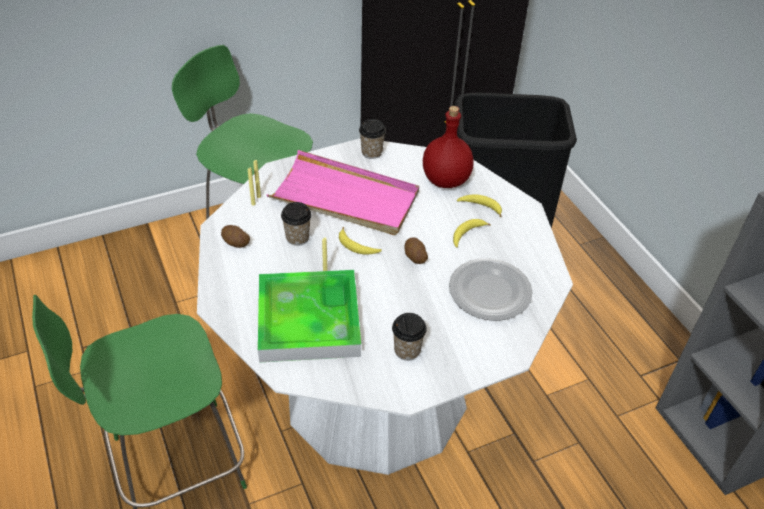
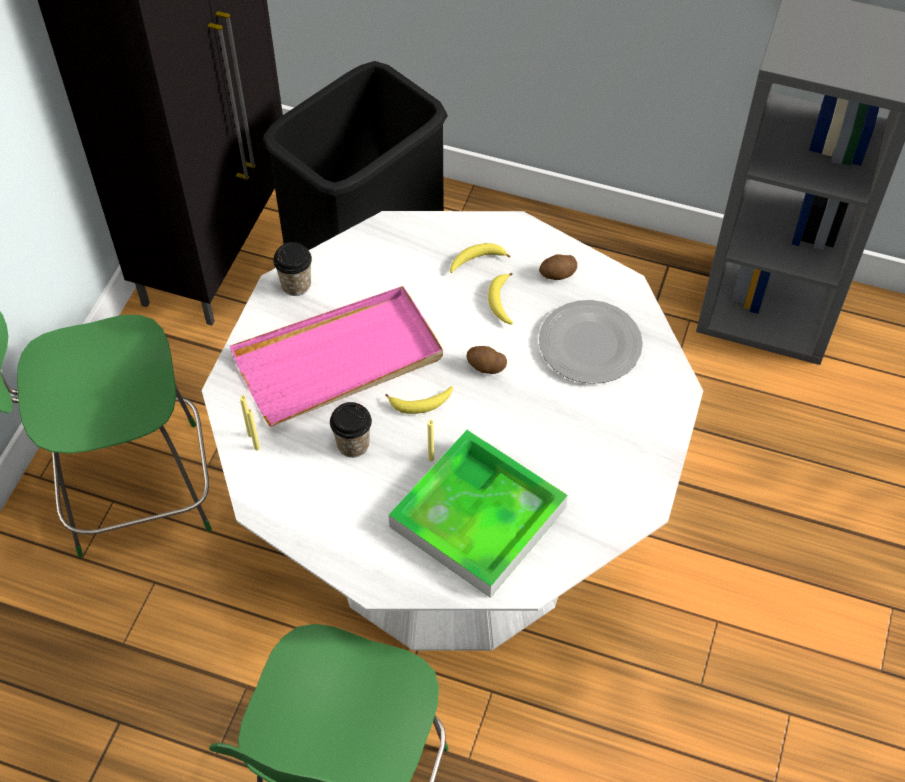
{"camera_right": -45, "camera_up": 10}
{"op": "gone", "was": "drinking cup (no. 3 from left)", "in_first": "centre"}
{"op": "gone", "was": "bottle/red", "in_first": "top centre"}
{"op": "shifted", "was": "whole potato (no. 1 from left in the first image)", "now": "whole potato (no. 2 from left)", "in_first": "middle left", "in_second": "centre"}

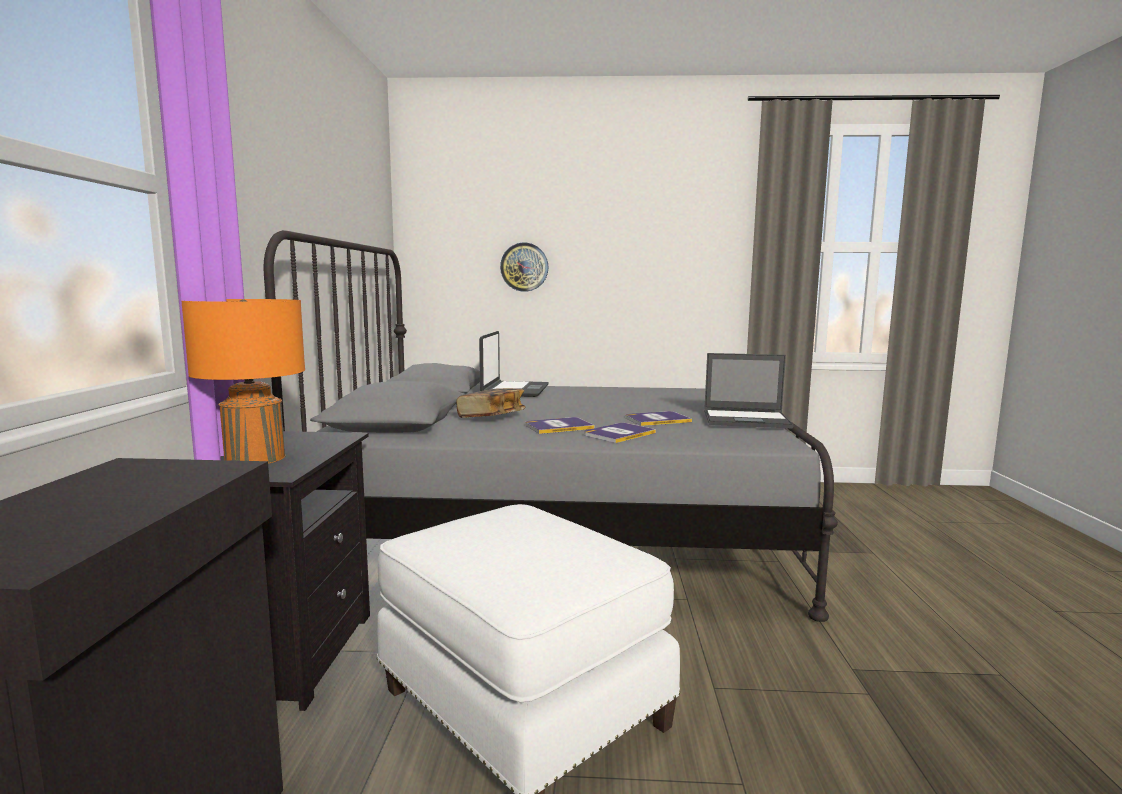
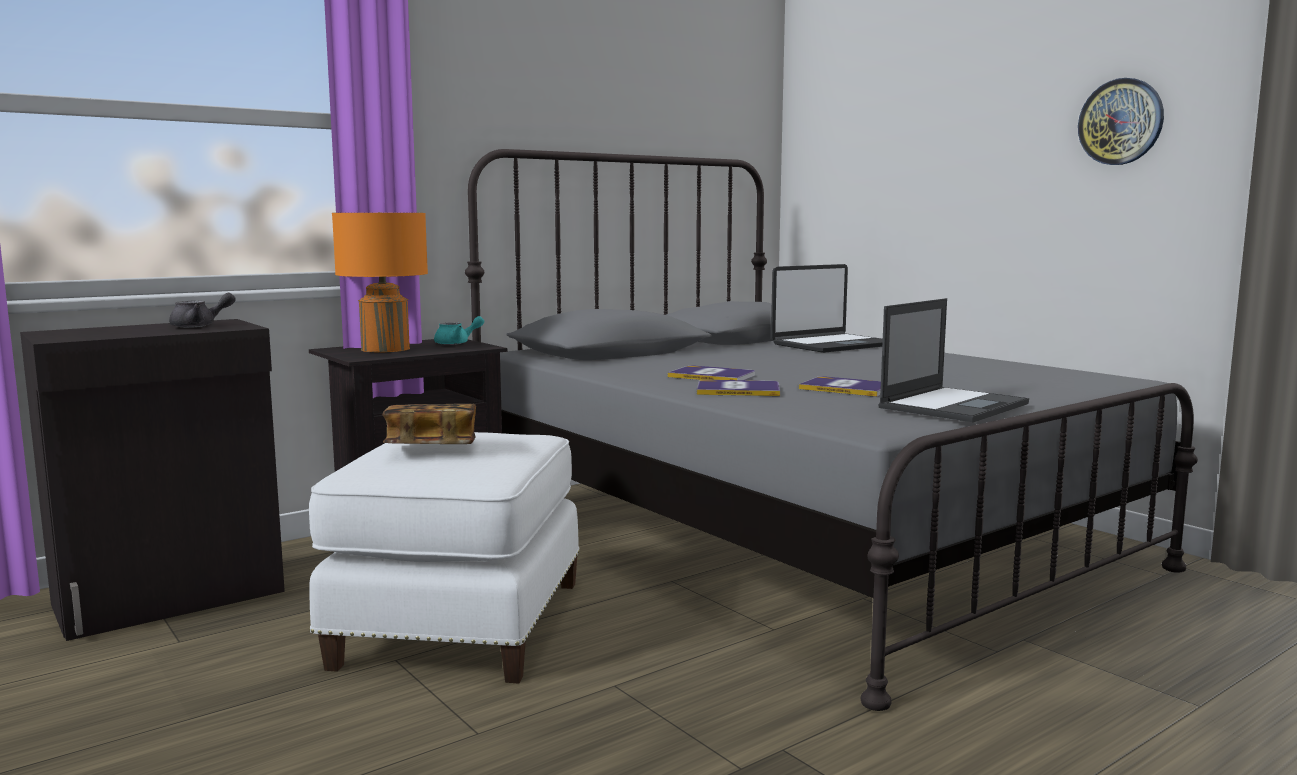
{"camera_right": 50, "camera_up": 0}
{"op": "new", "now": "teapot/grey", "in_second": "middle left"}
{"op": "new", "now": "teapot/turquoise-coloured", "in_second": "centre"}
{"op": "shifted", "was": "volume (no. 1 from left)", "in_first": "centre", "in_second": "middle left"}
{"op": "shifted", "was": "wall clock", "in_first": "centre", "in_second": "top right"}
{"op": "rotated", "was": "portable computer (no. 2 from left)", "in_first": "middle right", "in_second": "middle right", "clockwise": -105}

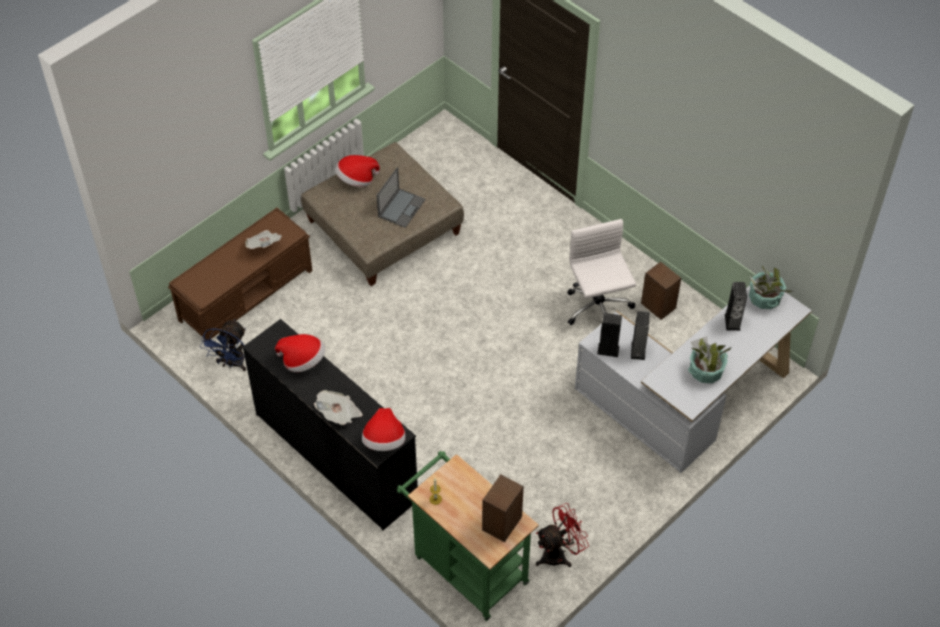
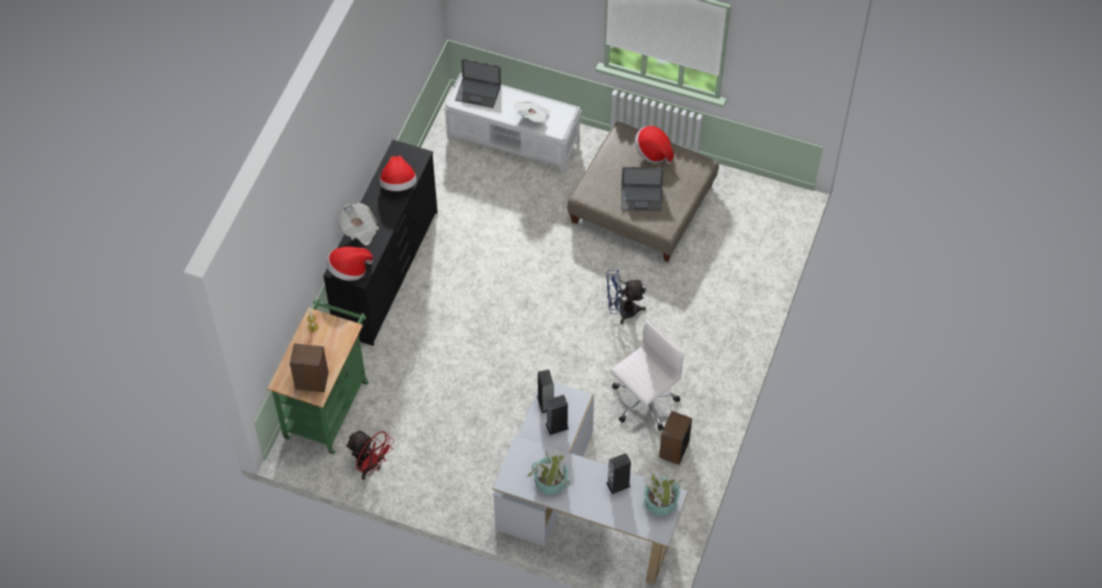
{"camera_right": 65, "camera_up": 5}
{"op": "new", "now": "portable computer (no. 1 from left)", "in_second": "top centre"}
{"op": "shifted", "was": "cooling fan/blue-coloured", "in_first": "middle left", "in_second": "centre"}
{"op": "repainted", "was": "bench/brown-coloured", "now": "bench/white", "in_first": "middle left", "in_second": "top centre"}

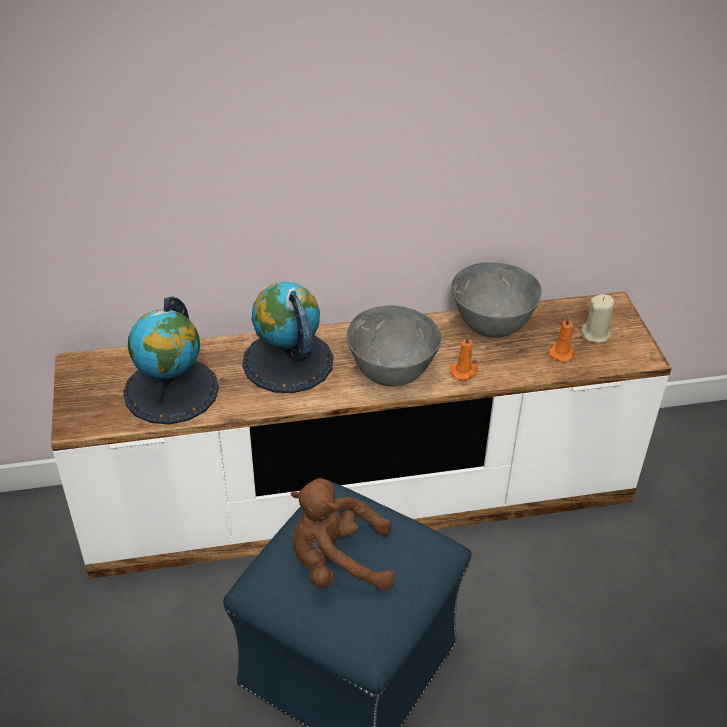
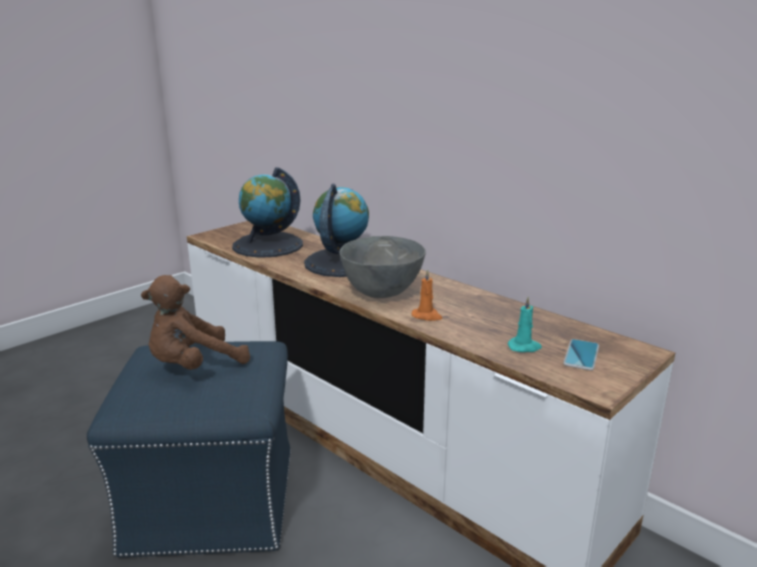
{"camera_right": 55, "camera_up": -20}
{"op": "gone", "was": "bowl/grey (no. 2 from left)", "in_first": "middle right"}
{"op": "swapped", "was": "candle/beige", "now": "handset", "in_first": "middle right", "in_second": "middle right"}
{"op": "repainted", "was": "candle/orange-coloured (no. 2 from left)", "now": "candle/turquoise-coloured", "in_first": "middle right", "in_second": "middle right"}
{"op": "rotated", "was": "soft toy/brown-coloured", "in_first": "bottom centre", "in_second": "middle left", "clockwise": -90}

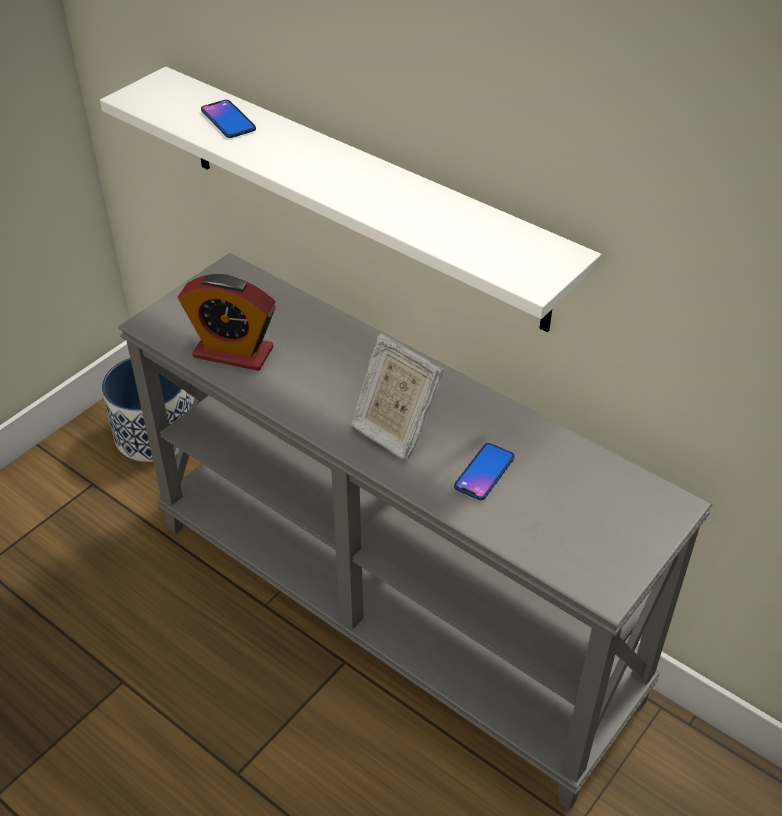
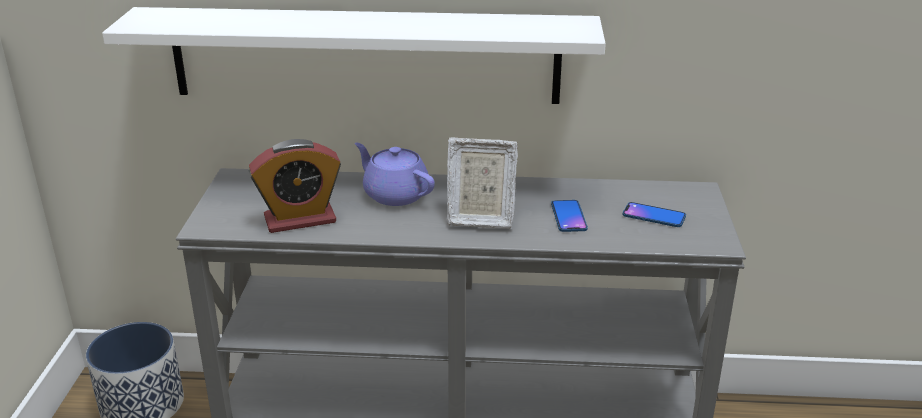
{"camera_right": -35, "camera_up": -15}
{"op": "new", "now": "teapot/purple", "in_second": "centre"}
{"op": "shifted", "was": "handset (no. 1 from left in the first image)", "now": "handset (no. 2 from left)", "in_first": "top left", "in_second": "middle right"}

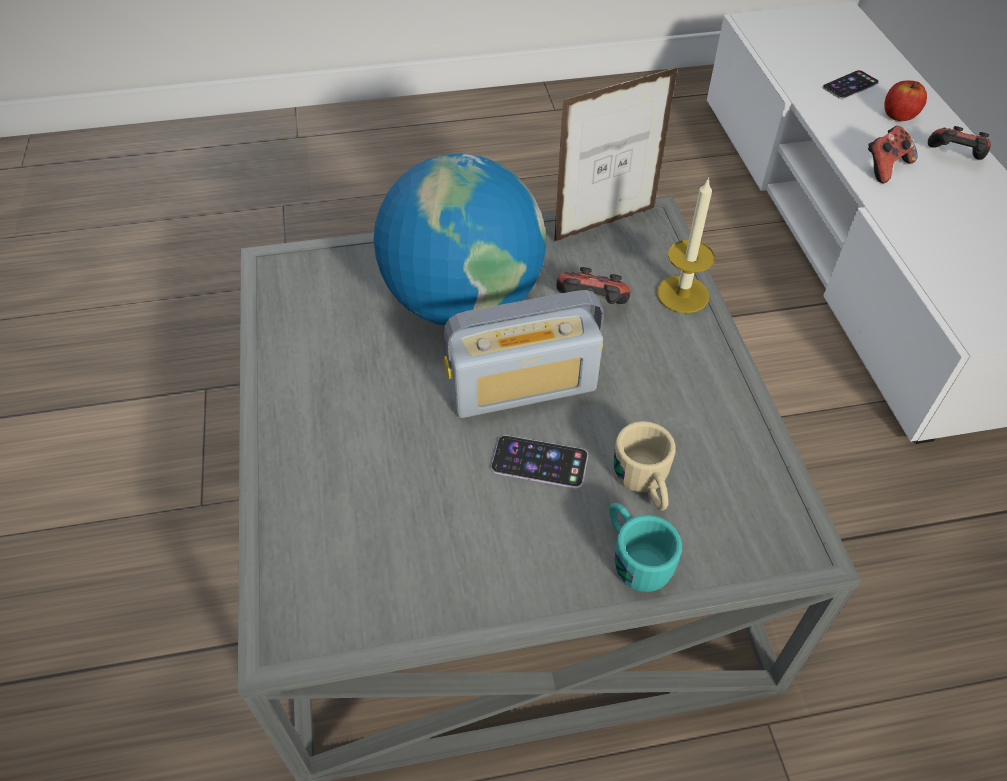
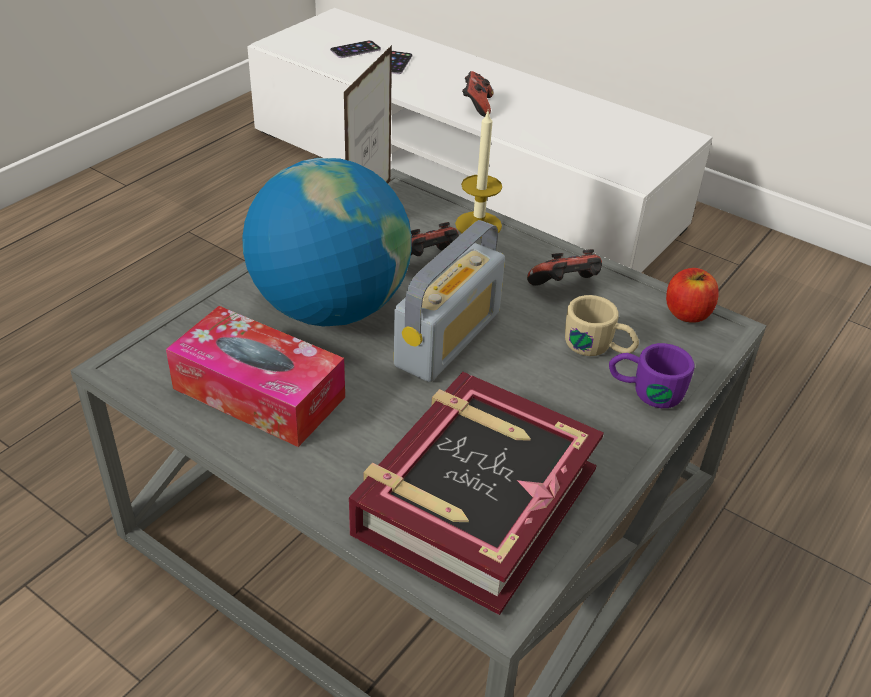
{"camera_right": -45, "camera_up": -10}
{"op": "new", "now": "tissue holder", "in_second": "middle left"}
{"op": "new", "now": "volume", "in_second": "bottom centre"}
{"op": "shifted", "was": "handset (no. 1 from left)", "in_first": "centre", "in_second": "top centre"}
{"op": "shifted", "was": "apple", "in_first": "top right", "in_second": "middle right"}
{"op": "shifted", "was": "gamepad (no. 3 from left)", "in_first": "top right", "in_second": "centre"}
{"op": "repainted", "was": "mug/turquoise-coloured", "now": "mug/purple", "in_first": "bottom centre", "in_second": "middle right"}

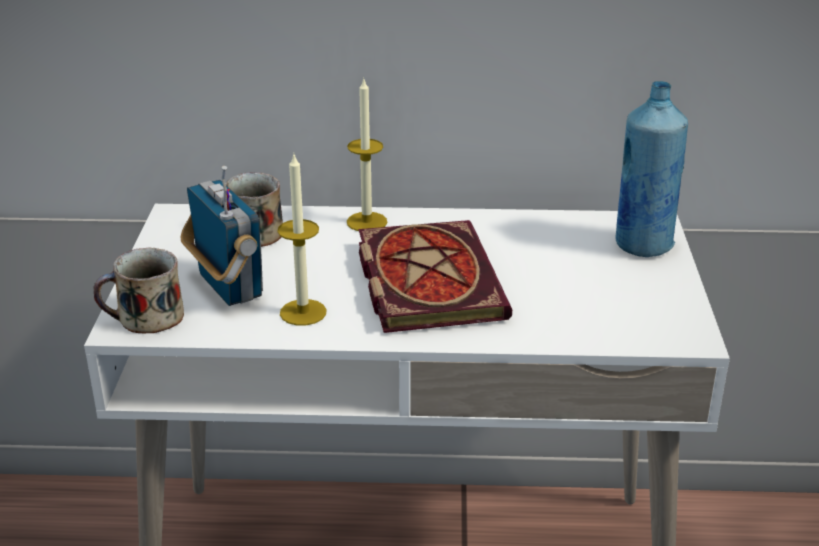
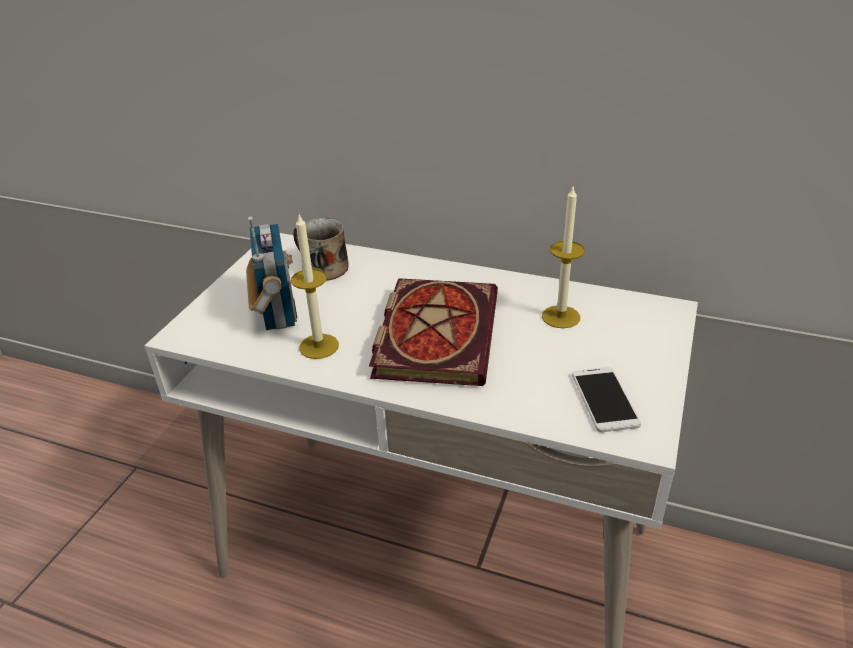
{"camera_right": 20, "camera_up": 5}
{"op": "gone", "was": "mug (no. 1 from left)", "in_first": "middle left"}
{"op": "gone", "was": "bottle/blue-coloured", "in_first": "top right"}
{"op": "new", "now": "handset", "in_second": "middle right"}
{"op": "shifted", "was": "candle (no. 2 from left)", "in_first": "top centre", "in_second": "centre"}

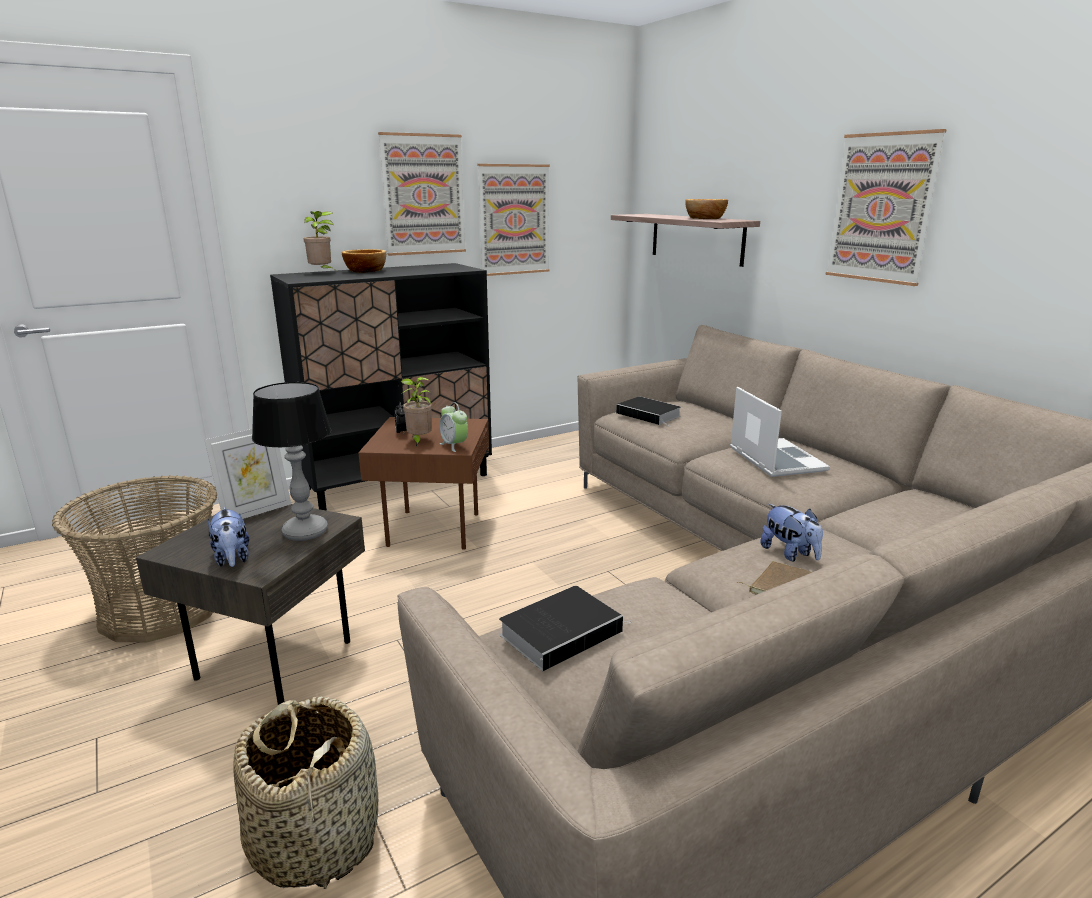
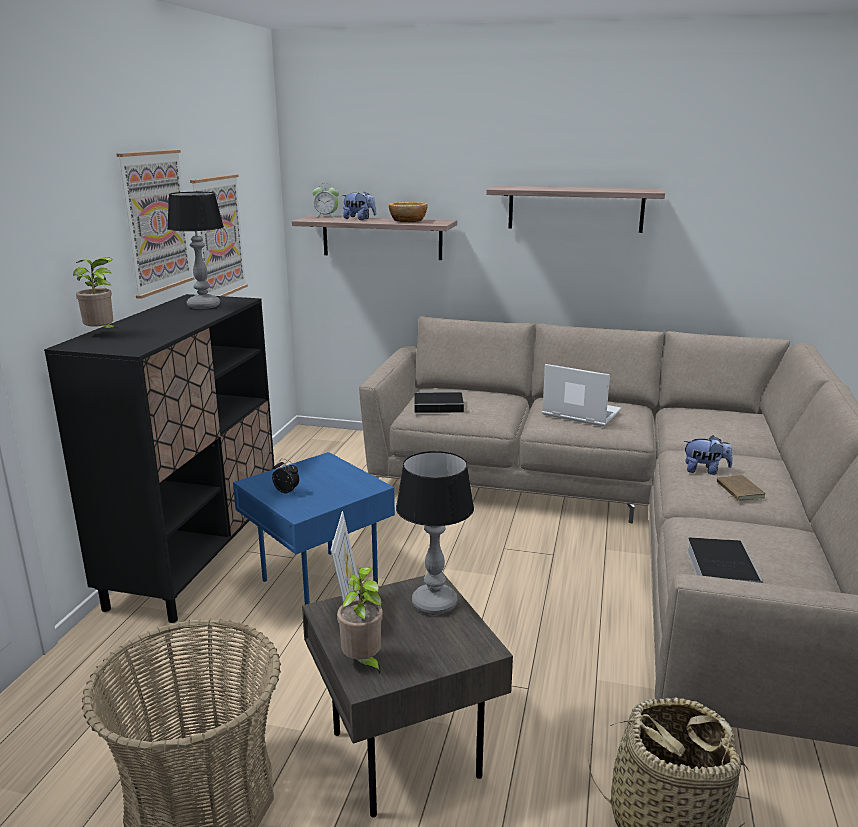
{"camera_right": -45, "camera_up": 0}
{"op": "gone", "was": "bowl (no. 1 from left)", "in_first": "top centre"}
{"op": "new", "now": "table lamp (no. 1 from left)", "in_second": "top left"}
{"op": "shifted", "was": "soft toy (no. 1 from left)", "in_first": "middle left", "in_second": "top centre"}
{"op": "shifted", "was": "houseplant (no. 2 from left)", "in_first": "centre", "in_second": "bottom centre"}
{"op": "shifted", "was": "alarm clock (no. 2 from left)", "in_first": "centre", "in_second": "top centre"}
{"op": "swapped", "was": "wall picture (no. 3 from left)", "now": "shelf (no. 2 from left)", "in_first": "top right", "in_second": "top right"}
{"op": "repainted", "was": "end table/brown-coloured", "now": "end table/blue-coloured", "in_first": "centre", "in_second": "centre"}

